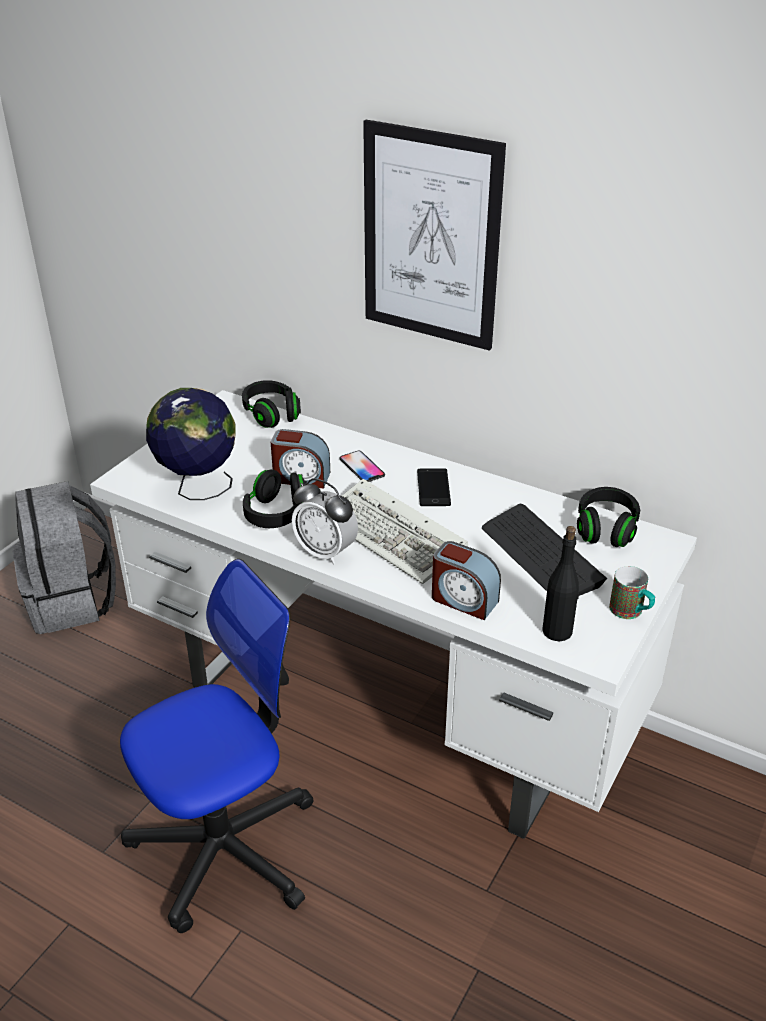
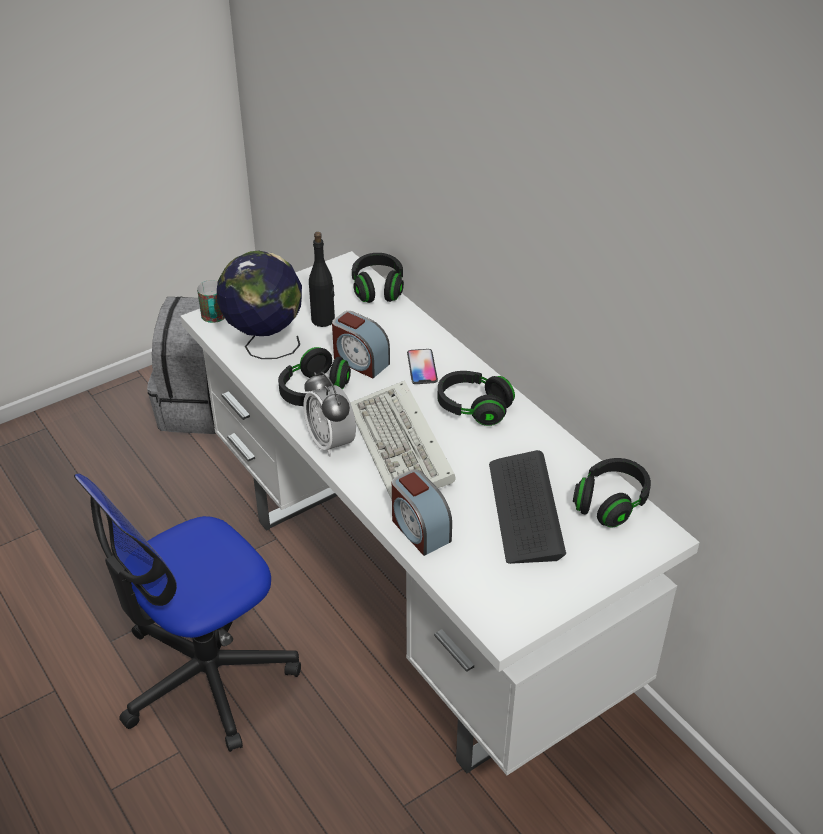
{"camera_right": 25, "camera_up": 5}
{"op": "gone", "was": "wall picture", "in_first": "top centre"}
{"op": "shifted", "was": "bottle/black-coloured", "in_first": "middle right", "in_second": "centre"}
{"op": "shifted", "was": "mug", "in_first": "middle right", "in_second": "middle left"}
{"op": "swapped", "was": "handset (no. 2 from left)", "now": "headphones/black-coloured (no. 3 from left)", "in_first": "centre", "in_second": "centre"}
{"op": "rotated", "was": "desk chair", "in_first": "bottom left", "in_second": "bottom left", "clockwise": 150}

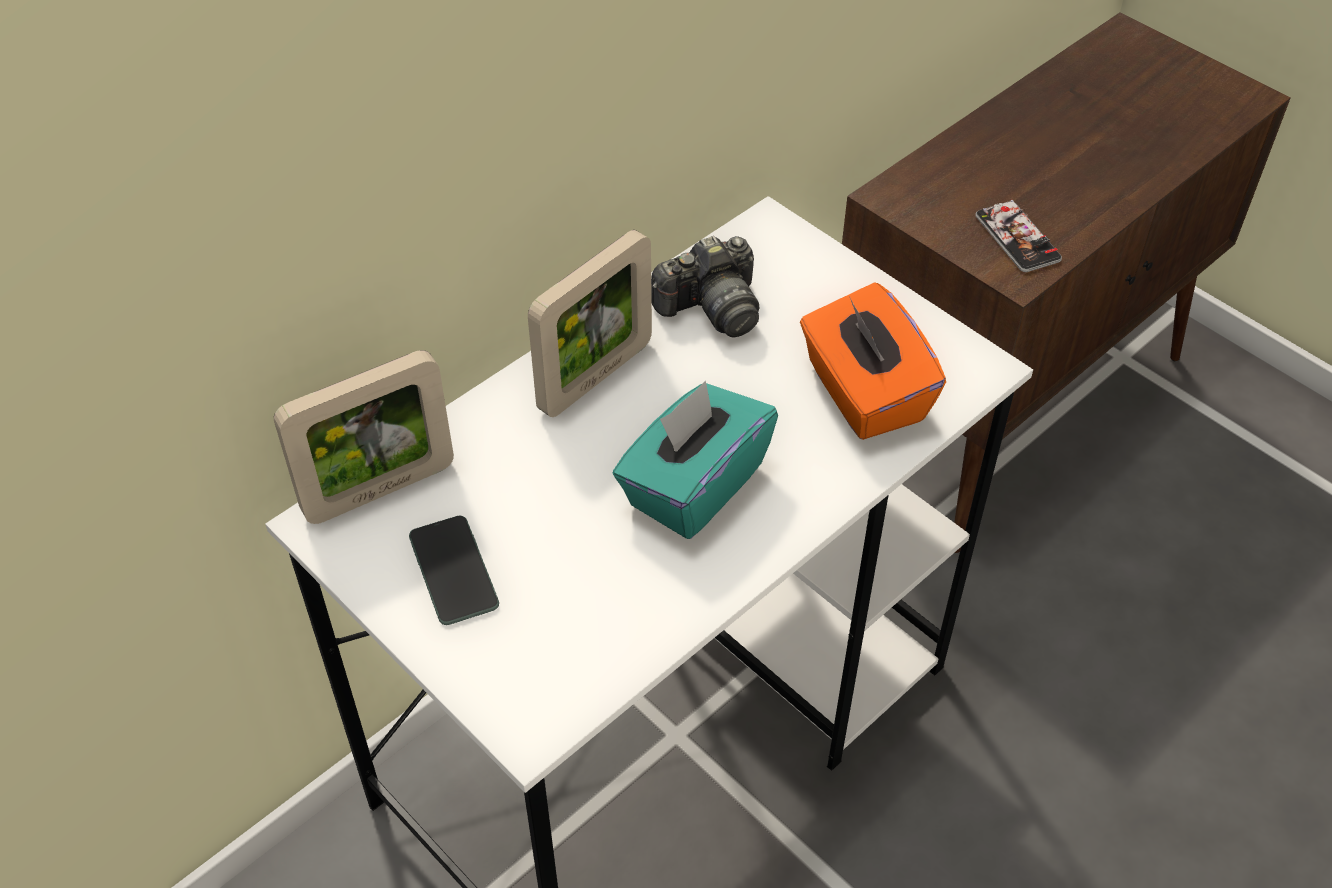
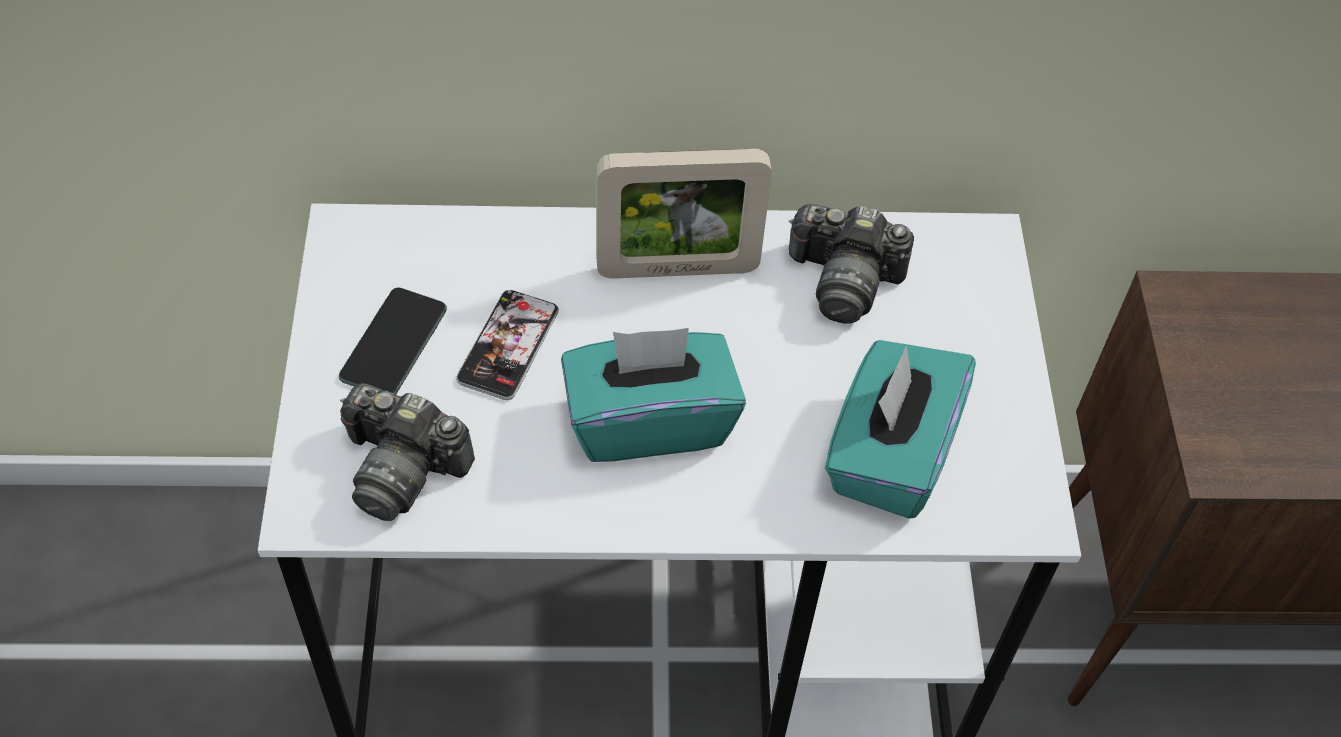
{"camera_right": 40, "camera_up": 5}
{"op": "gone", "was": "picture frame (no. 1 from left)", "in_first": "middle left"}
{"op": "new", "now": "still camera (no. 1 from left)", "in_second": "middle left"}
{"op": "shifted", "was": "handset (no. 2 from left)", "in_first": "top right", "in_second": "centre"}
{"op": "repainted", "was": "tissue holder/orange-coloured", "now": "tissue holder/turquoise-coloured (no. 2 from left)", "in_first": "centre", "in_second": "middle right"}

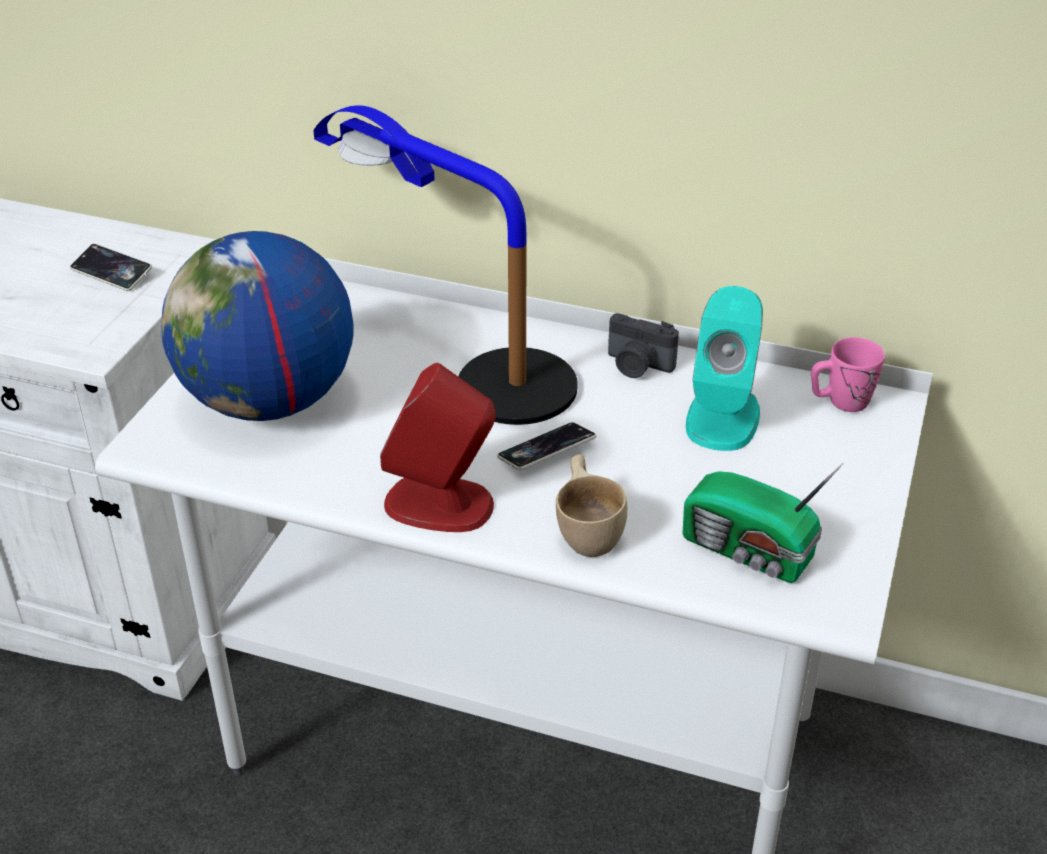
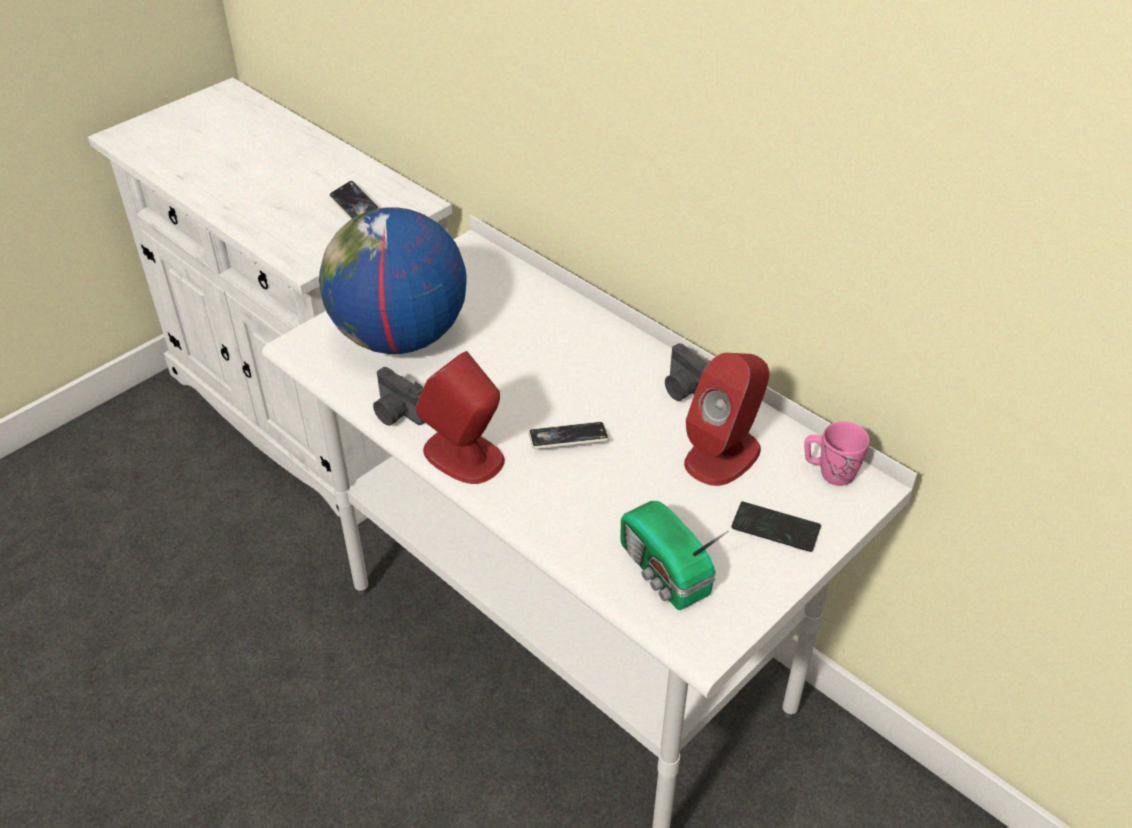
{"camera_right": 25, "camera_up": 5}
{"op": "gone", "was": "table lamp", "in_first": "top centre"}
{"op": "gone", "was": "drinking cup/beige", "in_first": "centre"}
{"op": "new", "now": "still camera (no. 1 from left)", "in_second": "centre"}
{"op": "new", "now": "handset (no. 3 from left)", "in_second": "middle right"}
{"op": "repainted", "was": "audio speaker/turquoise-coloured", "now": "audio speaker/red (no. 2 from left)", "in_first": "middle right", "in_second": "centre"}

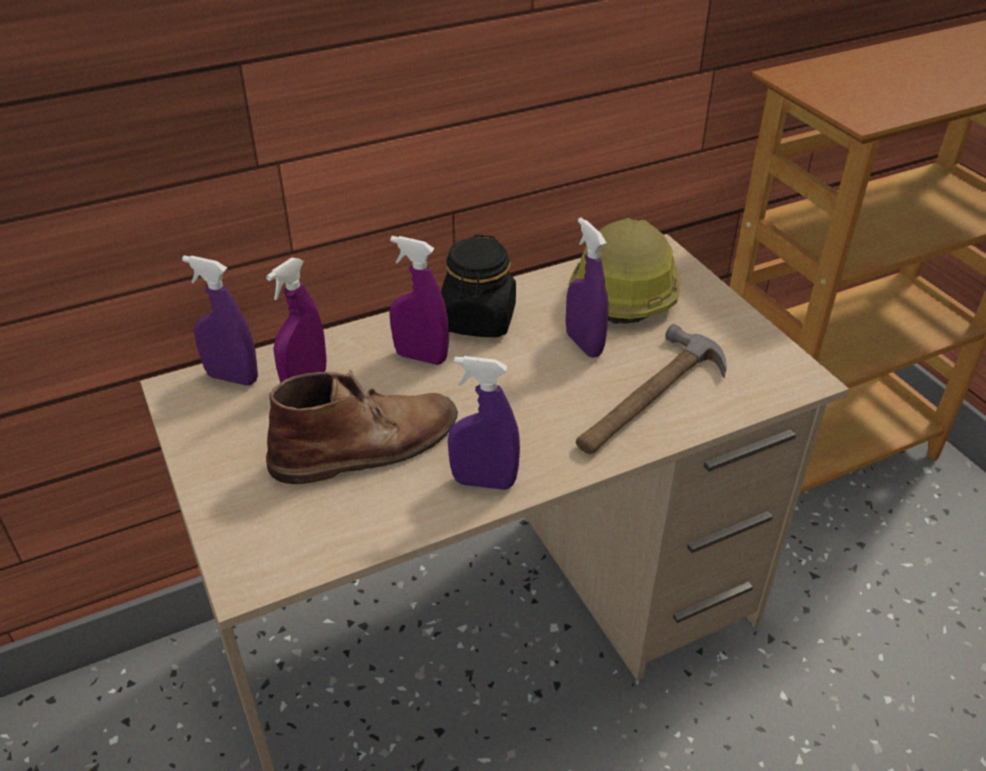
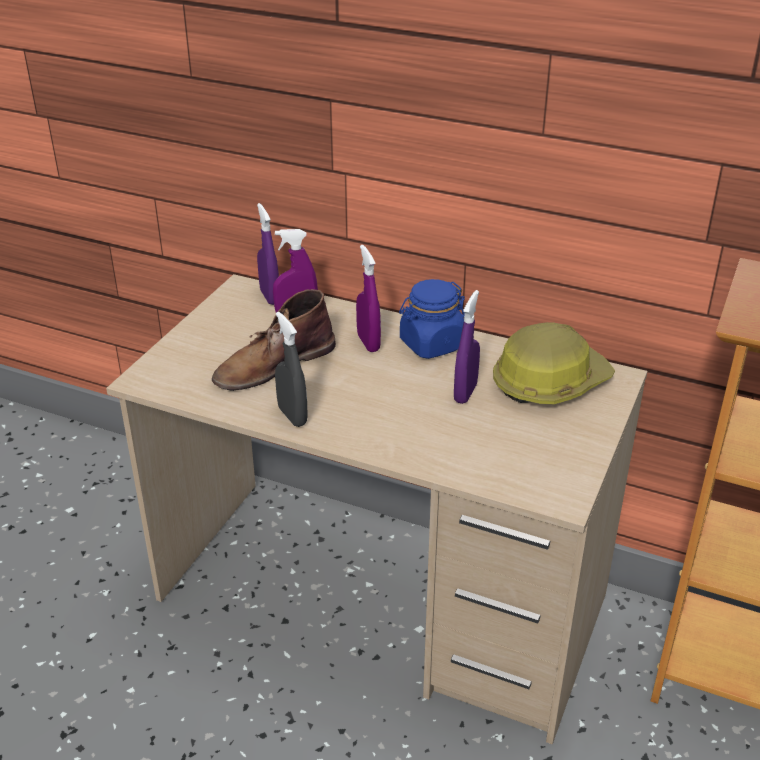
{"camera_right": 50, "camera_up": -5}
{"op": "gone", "was": "tool hammer", "in_first": "centre"}
{"op": "repainted", "was": "preserve jar/black-coloured", "now": "preserve jar/blue-coloured", "in_first": "centre", "in_second": "centre"}
{"op": "repainted", "was": "spray bottle/purple (no. 4 from left)", "now": "spray bottle/grey", "in_first": "centre", "in_second": "centre"}
{"op": "rotated", "was": "tall boot/brown-coloured", "in_first": "centre", "in_second": "centre", "clockwise": 120}

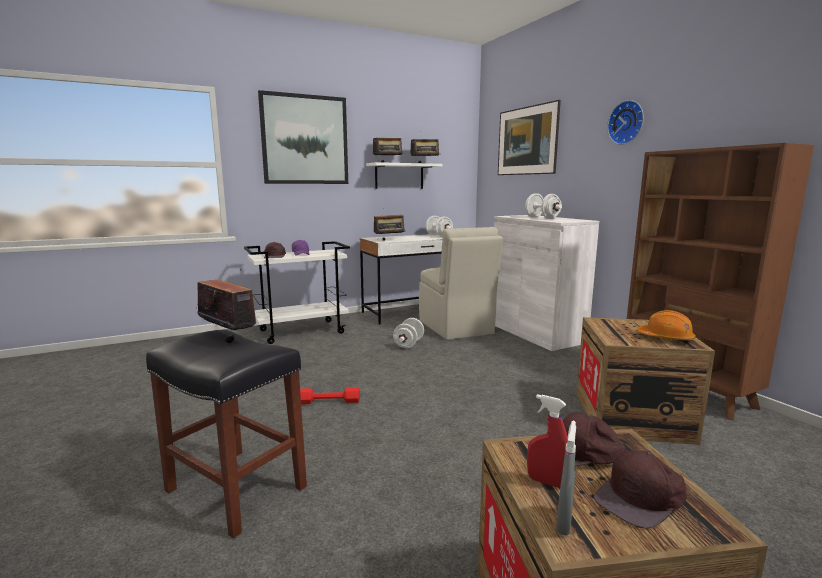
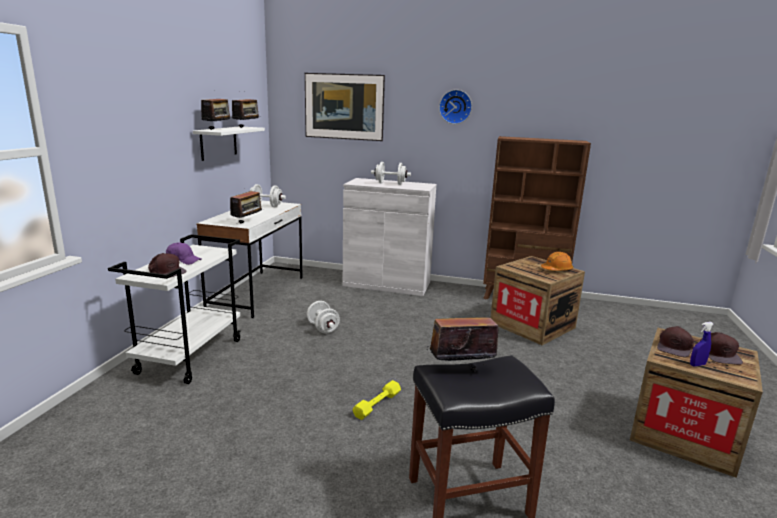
{"camera_right": -50, "camera_up": 5}
{"op": "gone", "was": "wall picture (no. 1 from left)", "in_first": "top centre"}
{"op": "gone", "was": "chair/beige", "in_first": "centre"}
{"op": "gone", "was": "spray bottle/grey", "in_first": "bottom right"}
{"op": "repainted", "was": "hand weight/red", "now": "hand weight/yellowish", "in_first": "bottom centre", "in_second": "bottom centre"}
{"op": "repainted", "was": "spray bottle/red", "now": "spray bottle/blue-coloured", "in_first": "bottom centre", "in_second": "middle right"}

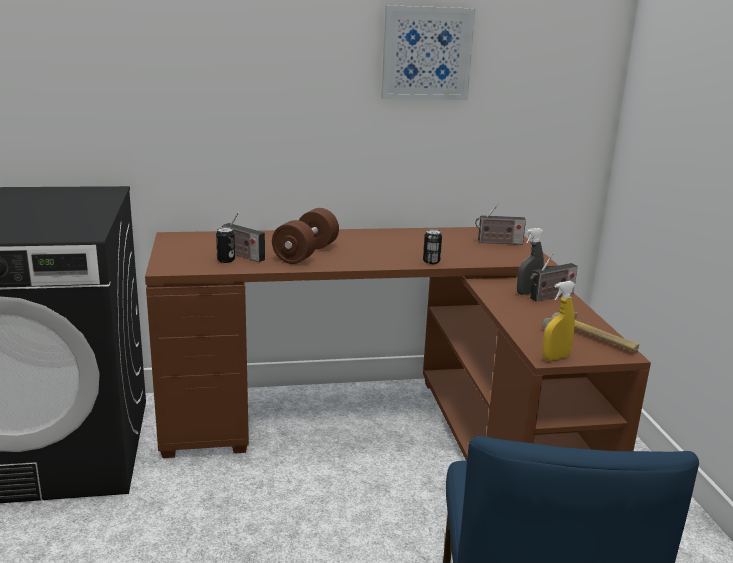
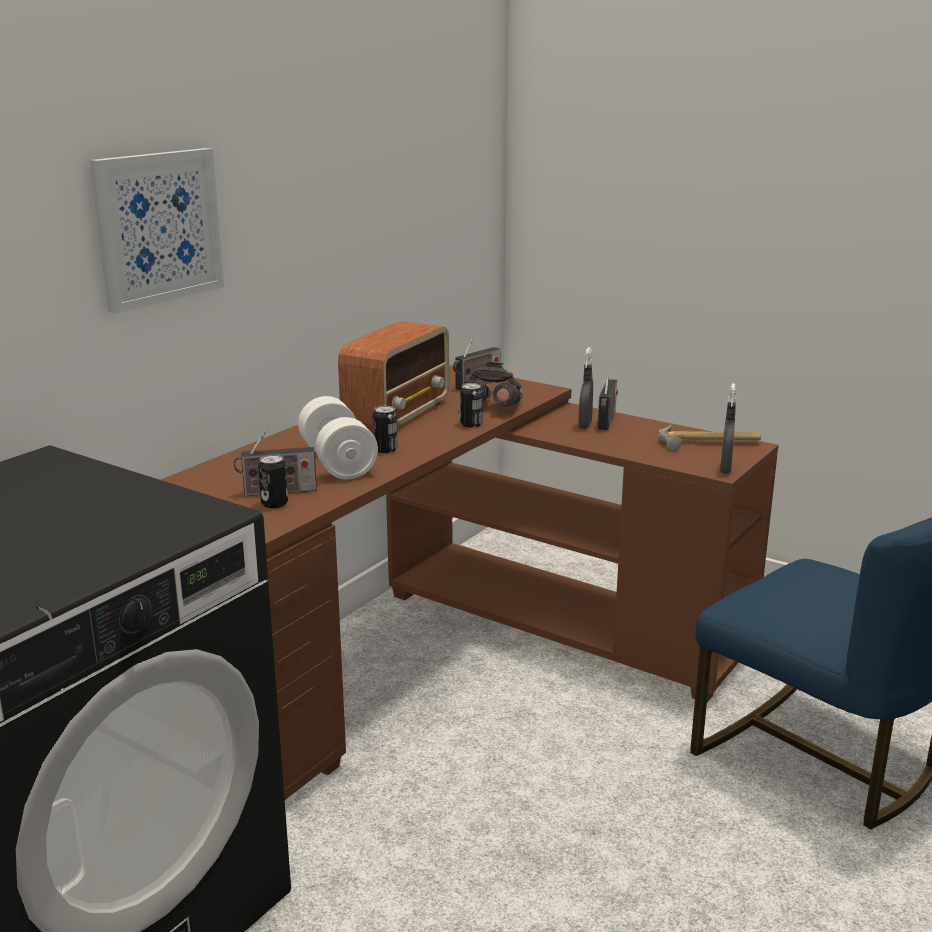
{"camera_right": -45, "camera_up": 0}
{"op": "new", "now": "radio (no. 2 from left)", "in_second": "centre"}
{"op": "new", "now": "metal can (no. 2 from left)", "in_second": "centre"}
{"op": "new", "now": "binoculars/grey", "in_second": "centre"}
{"op": "shifted", "was": "wall picture", "in_first": "top centre", "in_second": "top left"}
{"op": "repainted", "was": "hand weight/brown-coloured", "now": "hand weight/white", "in_first": "centre", "in_second": "centre"}
{"op": "repainted", "was": "spray bottle/yellowish", "now": "spray bottle/grey (no. 2 from left)", "in_first": "middle right", "in_second": "middle right"}

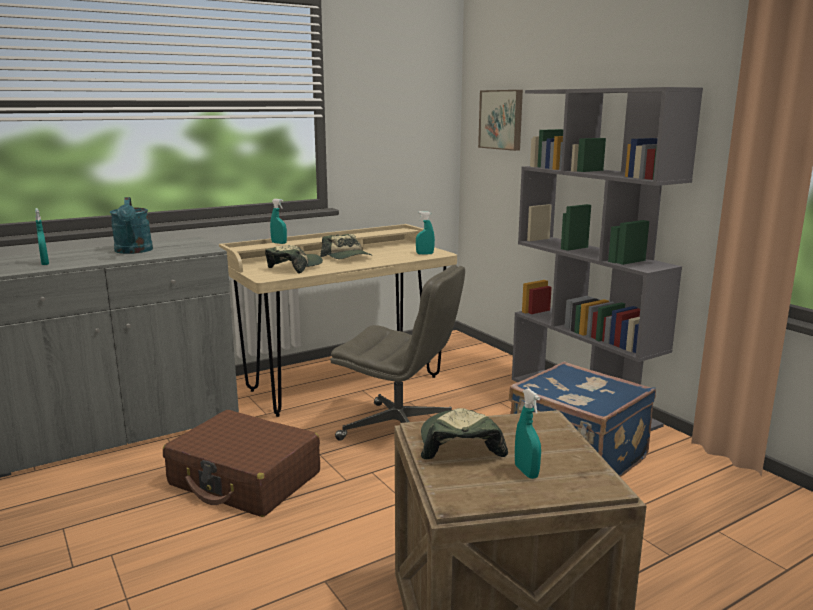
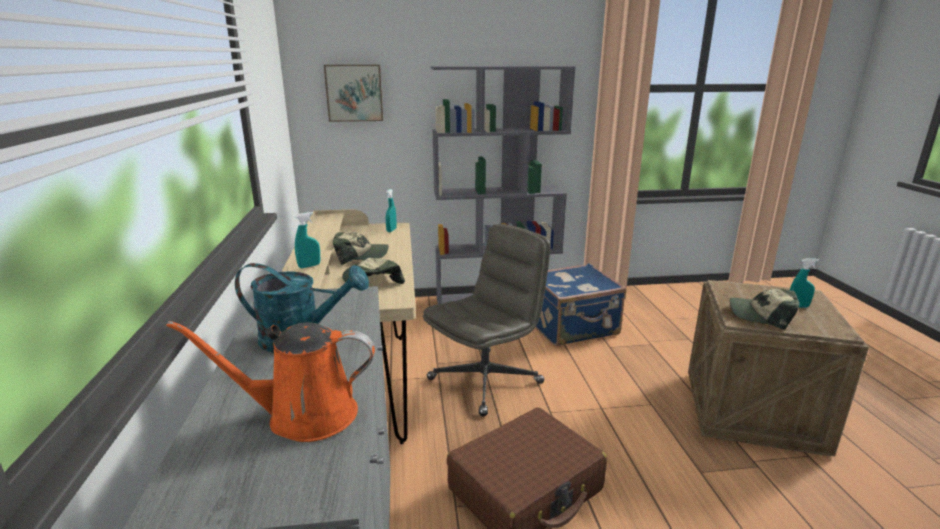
{"camera_right": -65, "camera_up": 5}
{"op": "swapped", "was": "spray bottle/turquoise-coloured (no. 1 from left)", "now": "watering pot/orange-coloured", "in_first": "middle left", "in_second": "bottom left"}

